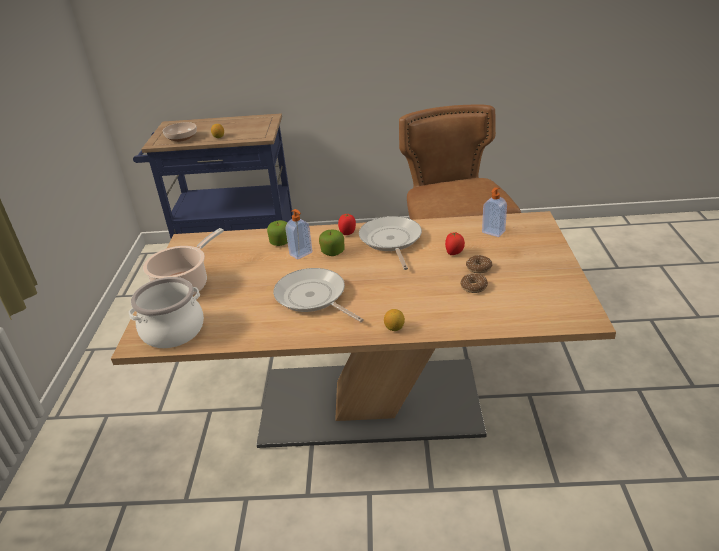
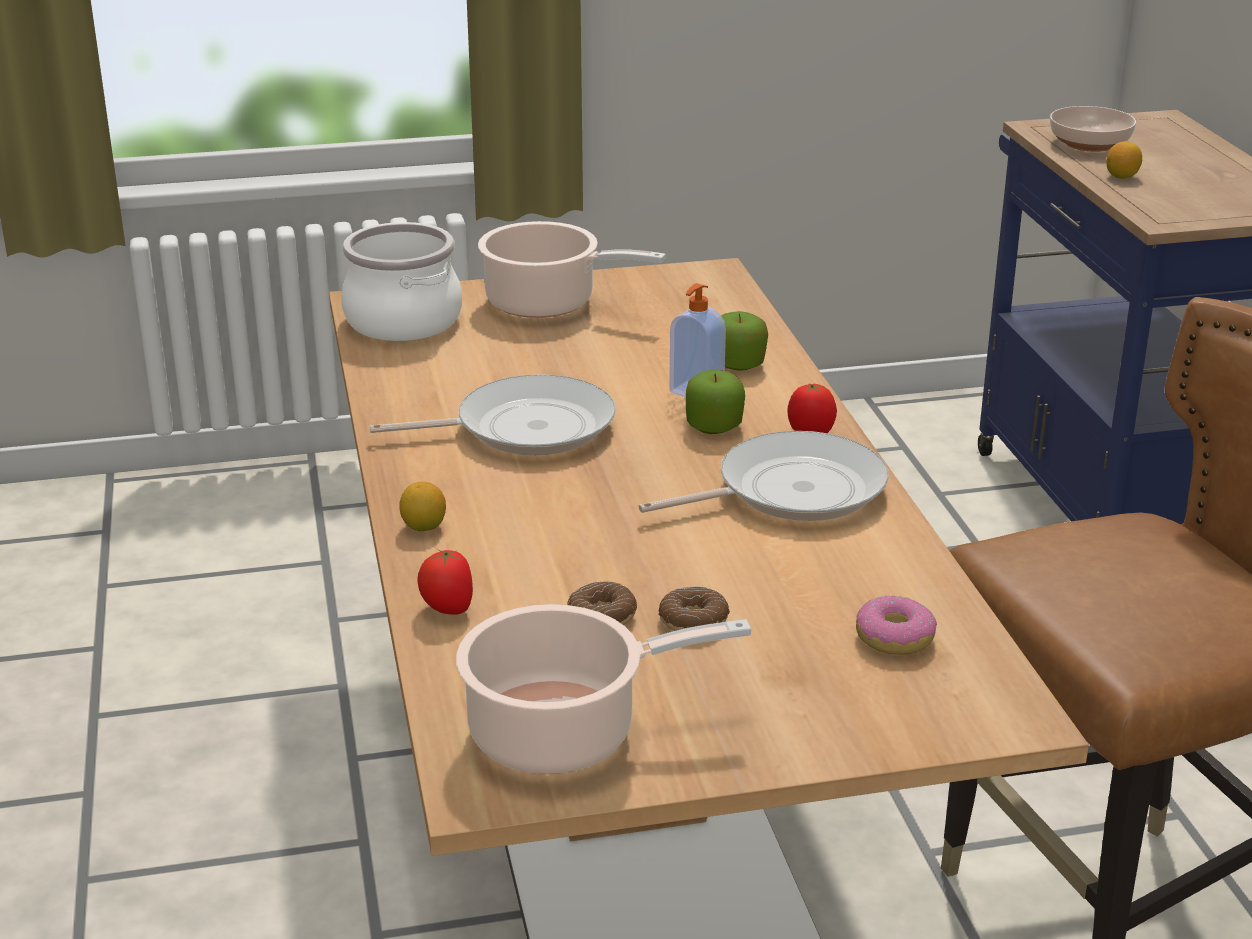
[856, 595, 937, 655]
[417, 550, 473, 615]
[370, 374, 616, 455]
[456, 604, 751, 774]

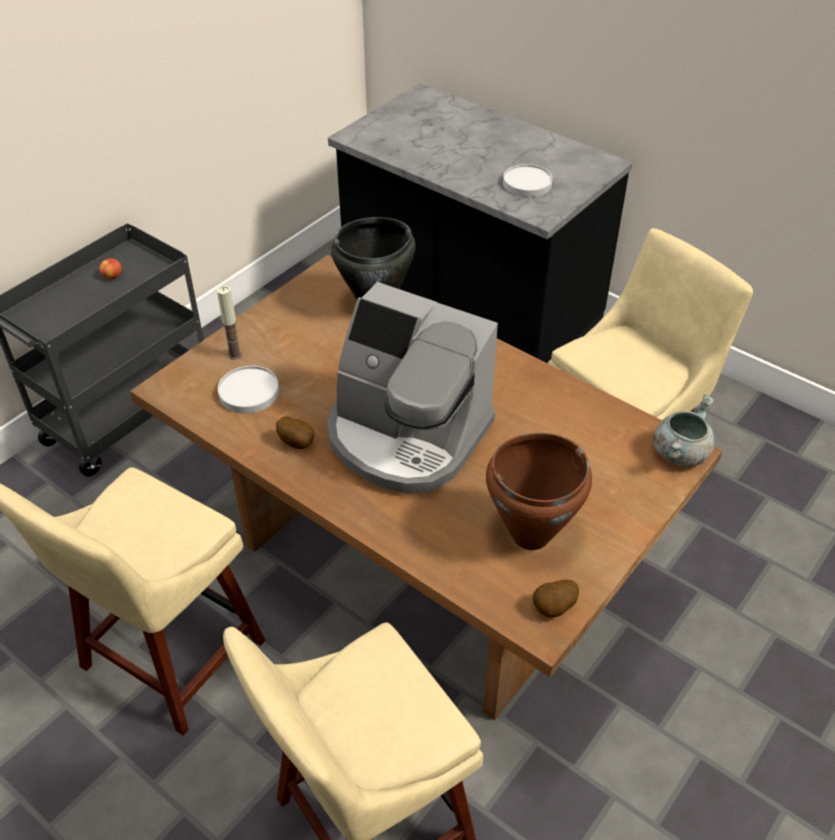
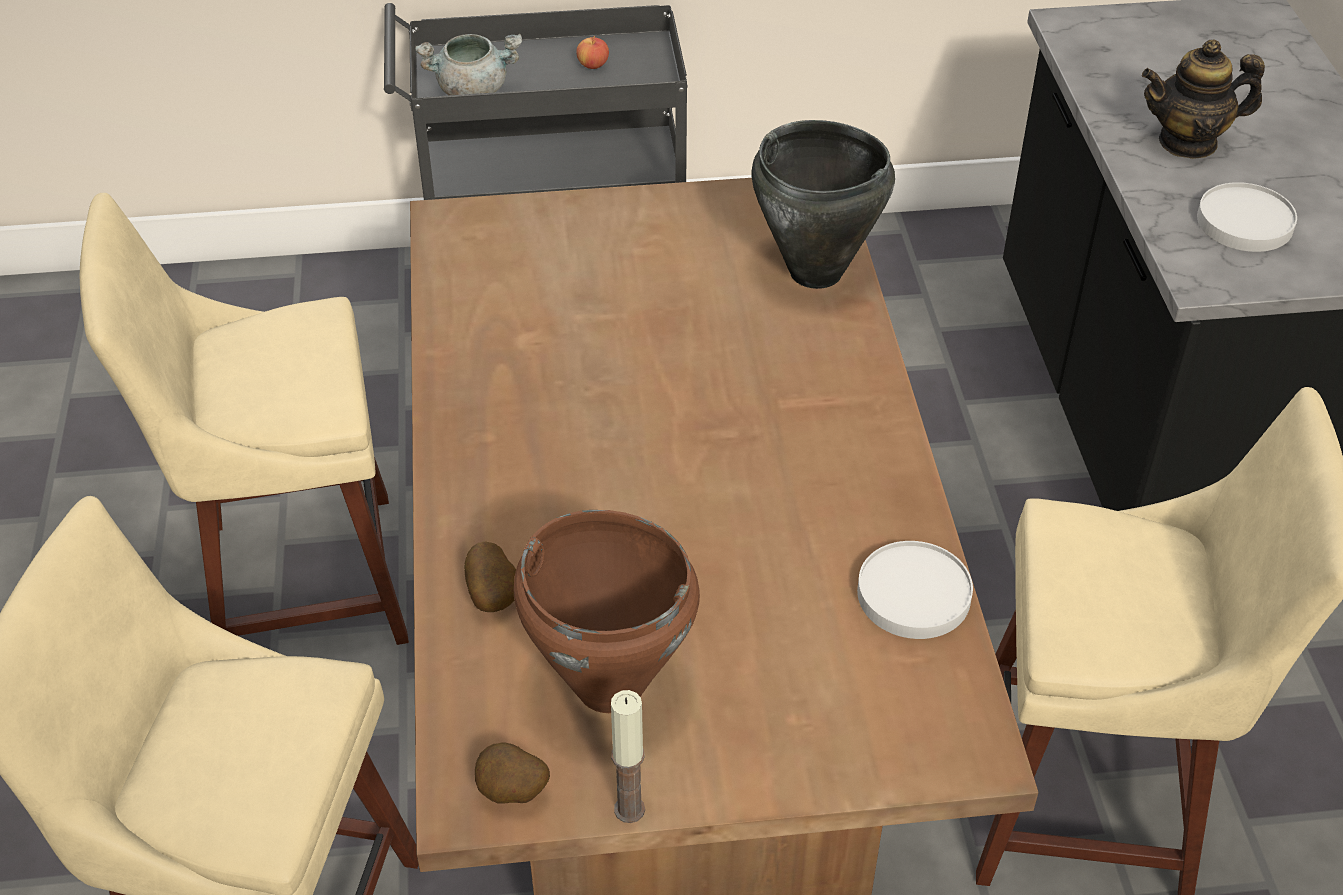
[327, 282, 498, 494] (first image)
[611, 690, 645, 823]
[857, 541, 973, 639]
[415, 34, 522, 95]
[464, 541, 516, 612]
[1142, 39, 1265, 159]

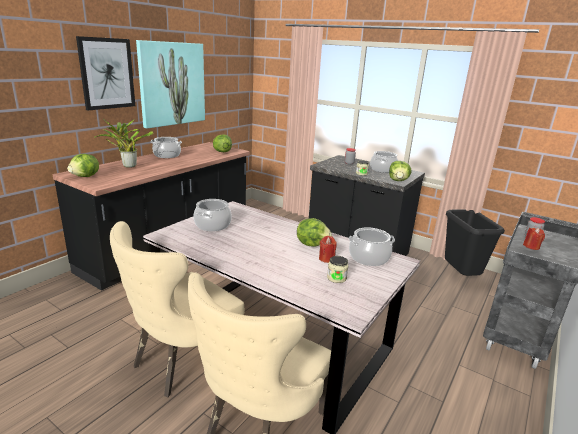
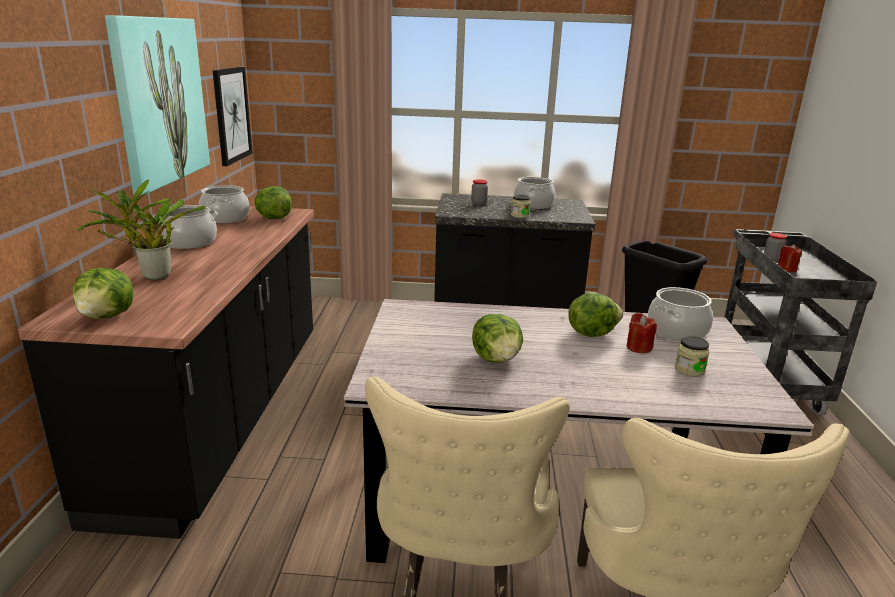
[213, 67, 253, 166]
[472, 314, 523, 362]
[199, 185, 249, 224]

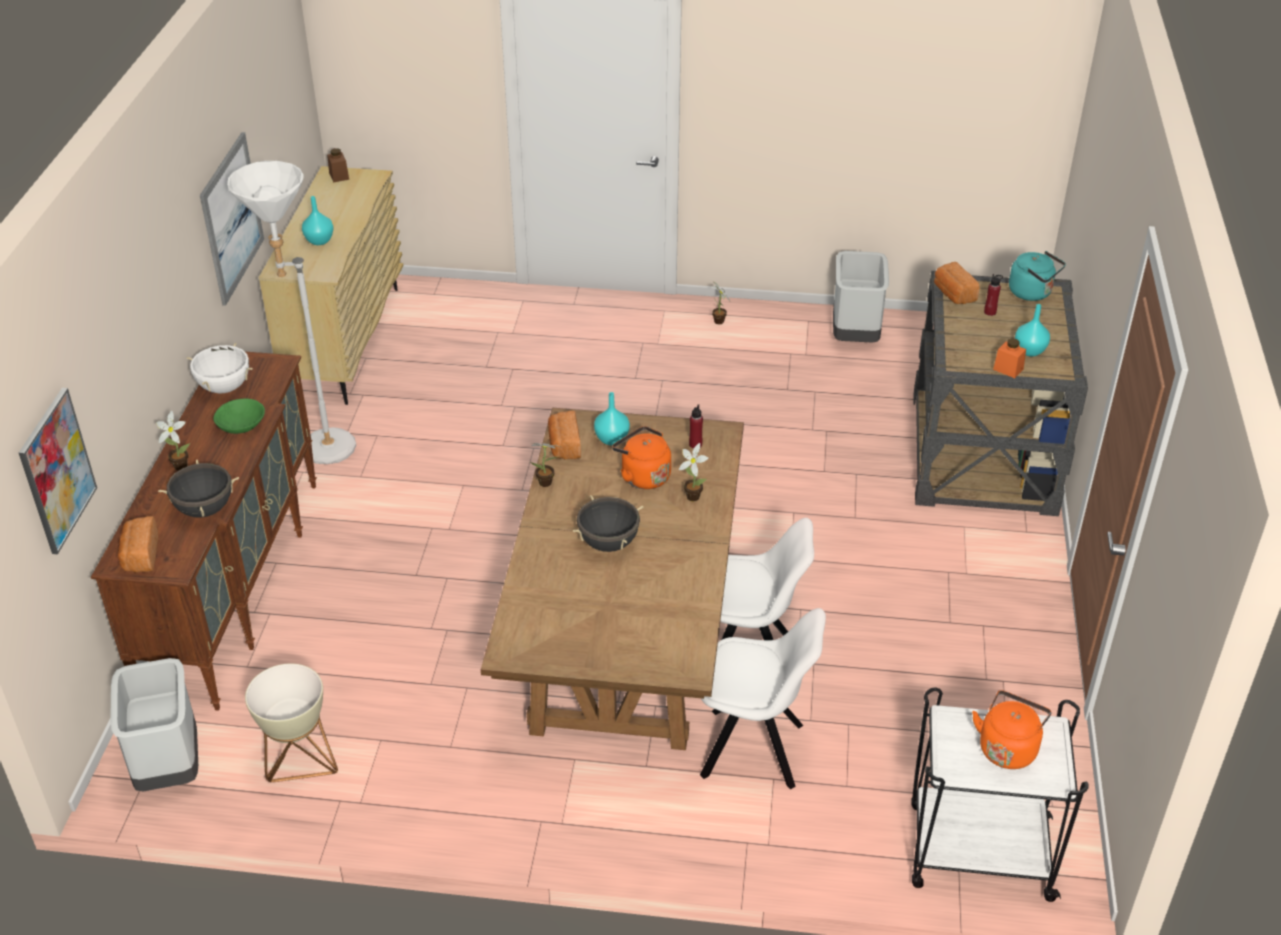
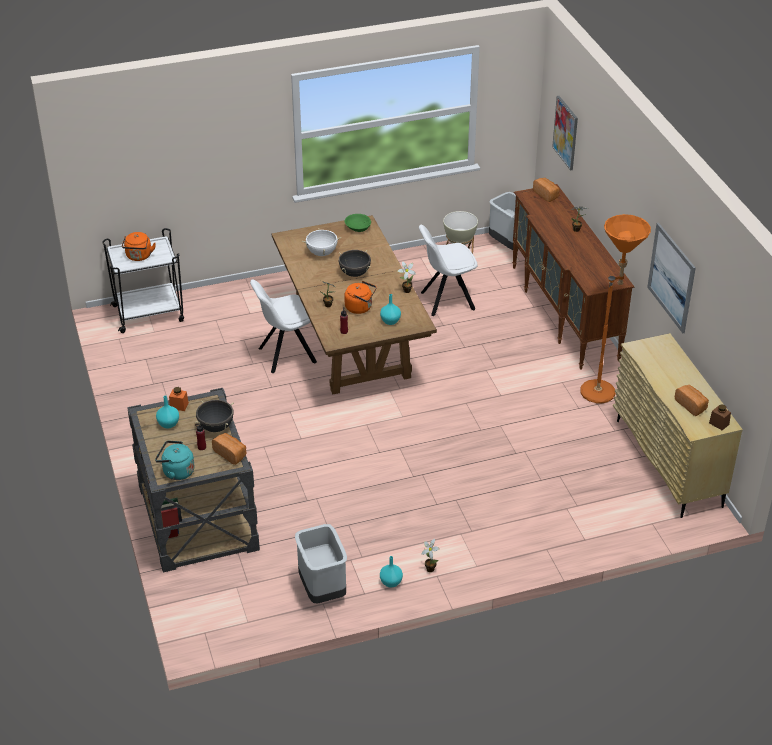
[580, 214, 651, 403]
[380, 556, 403, 587]
[302, 228, 341, 256]
[344, 214, 371, 232]
[675, 385, 709, 416]
[195, 400, 234, 432]
[419, 225, 478, 316]

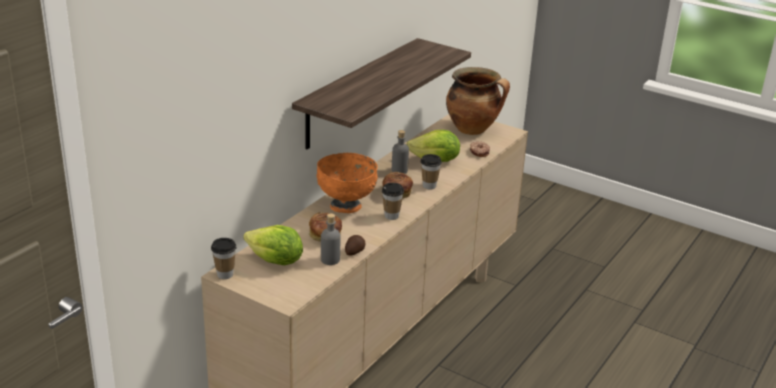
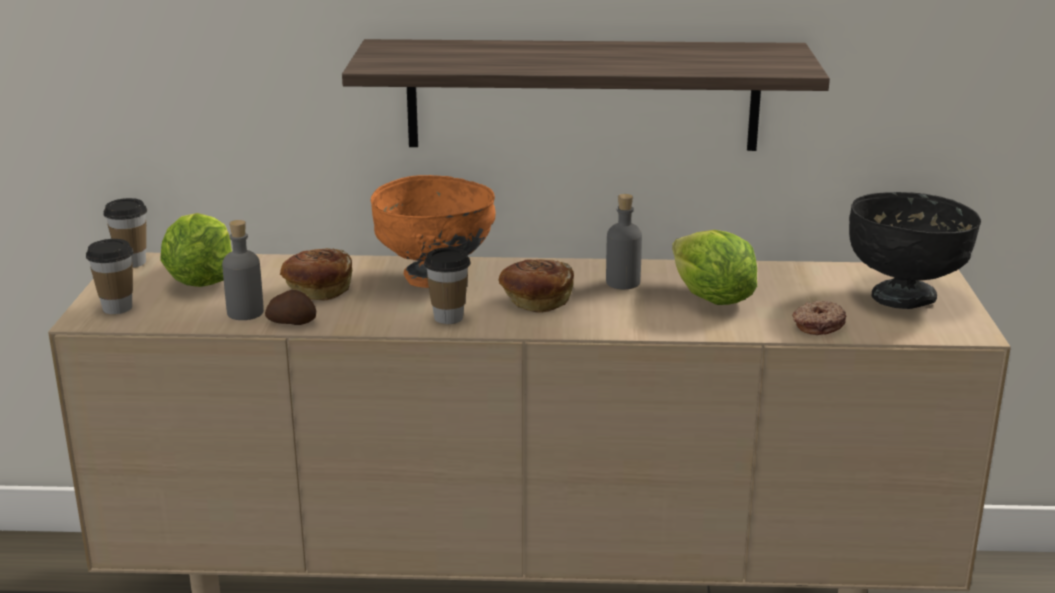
[849, 192, 981, 309]
[86, 239, 133, 314]

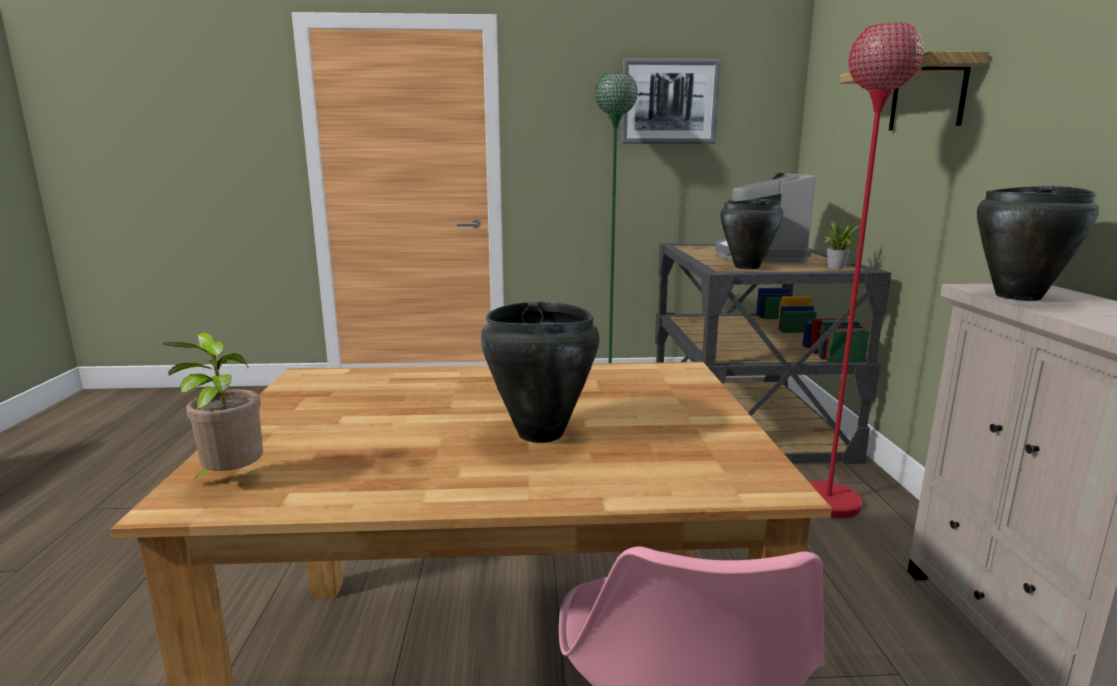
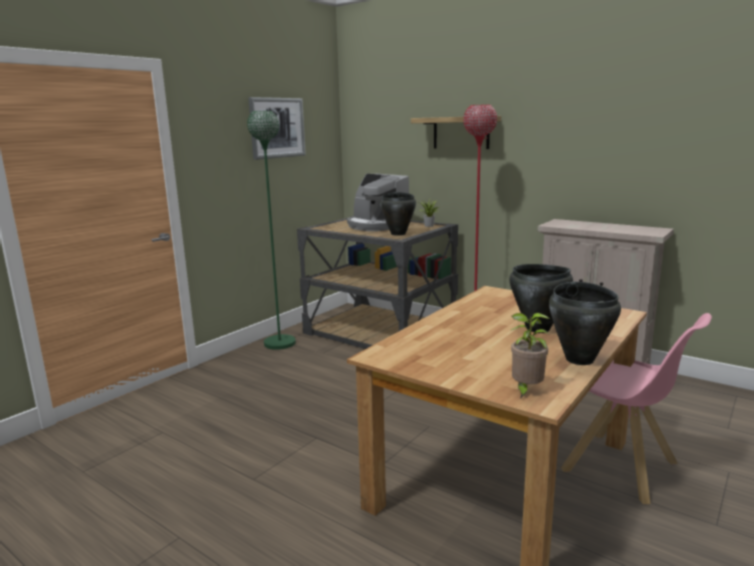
[549, 282, 621, 365]

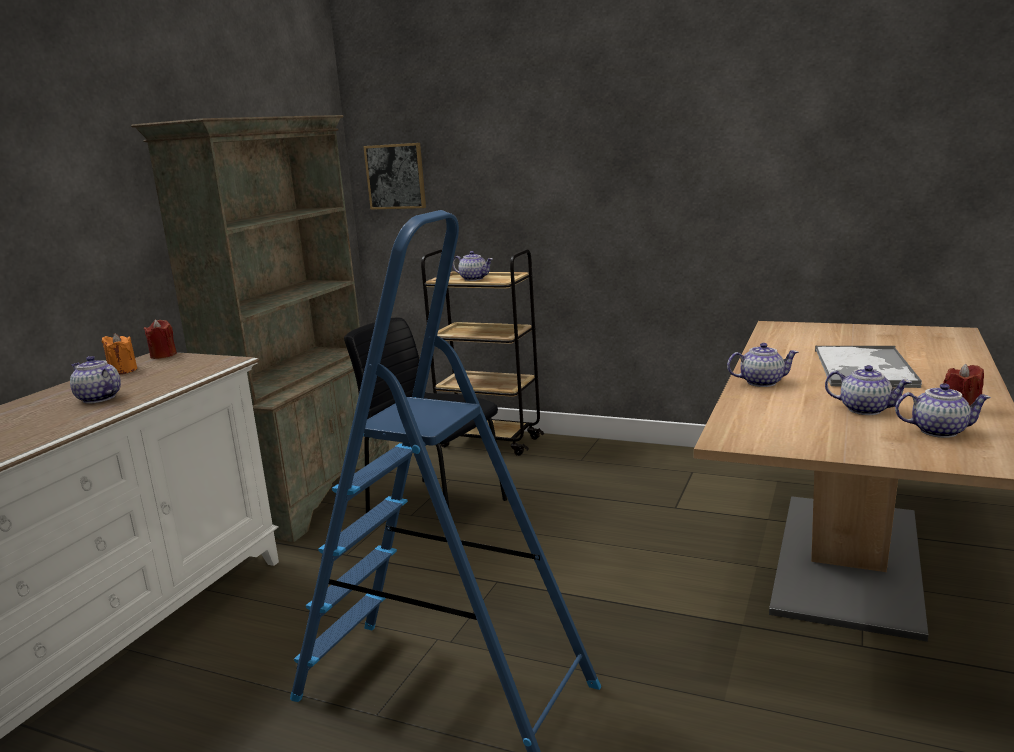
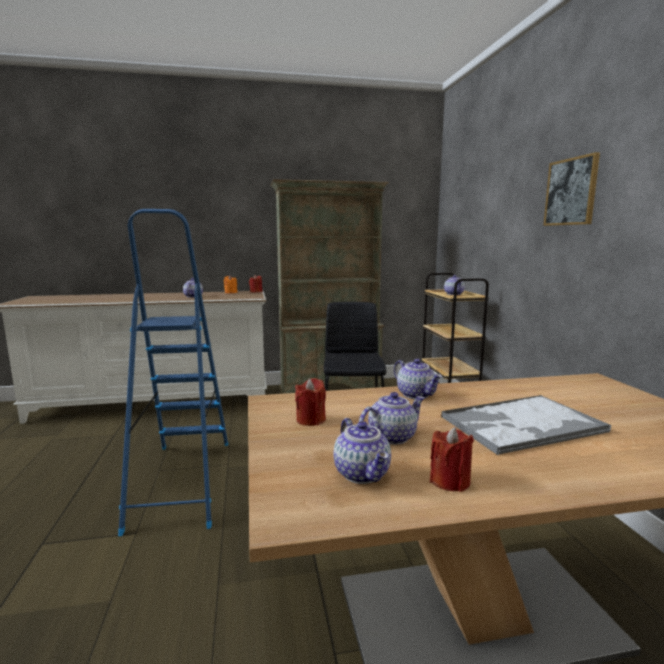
[543, 152, 600, 226]
[359, 392, 424, 445]
[295, 378, 326, 426]

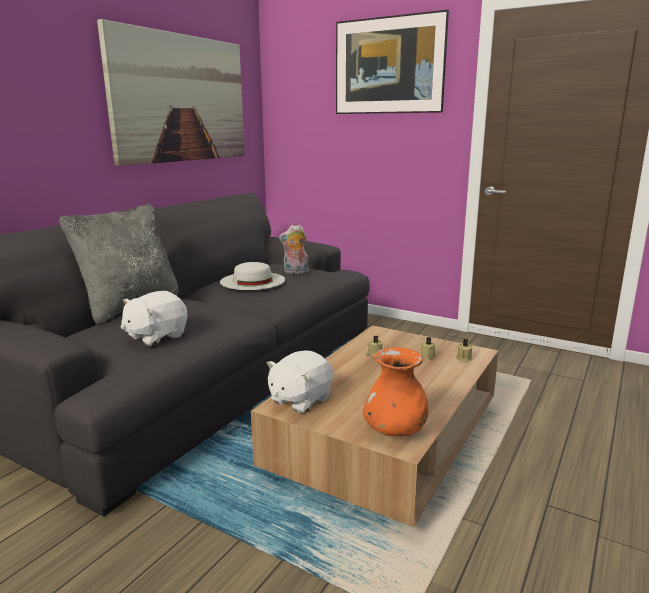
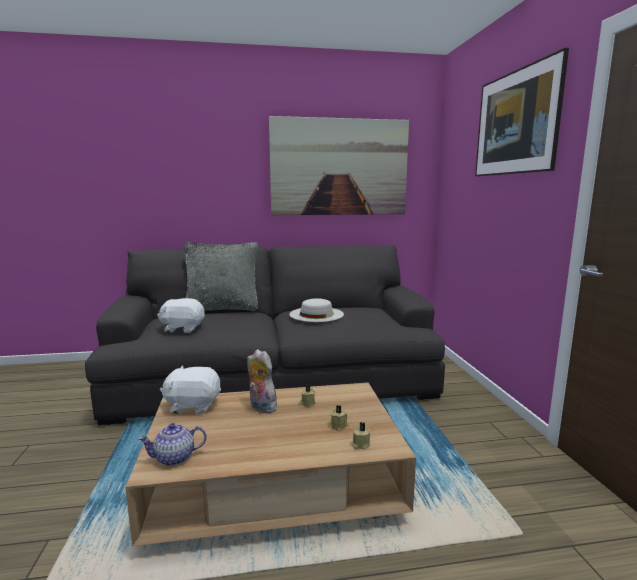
[247, 349, 277, 413]
[138, 423, 207, 466]

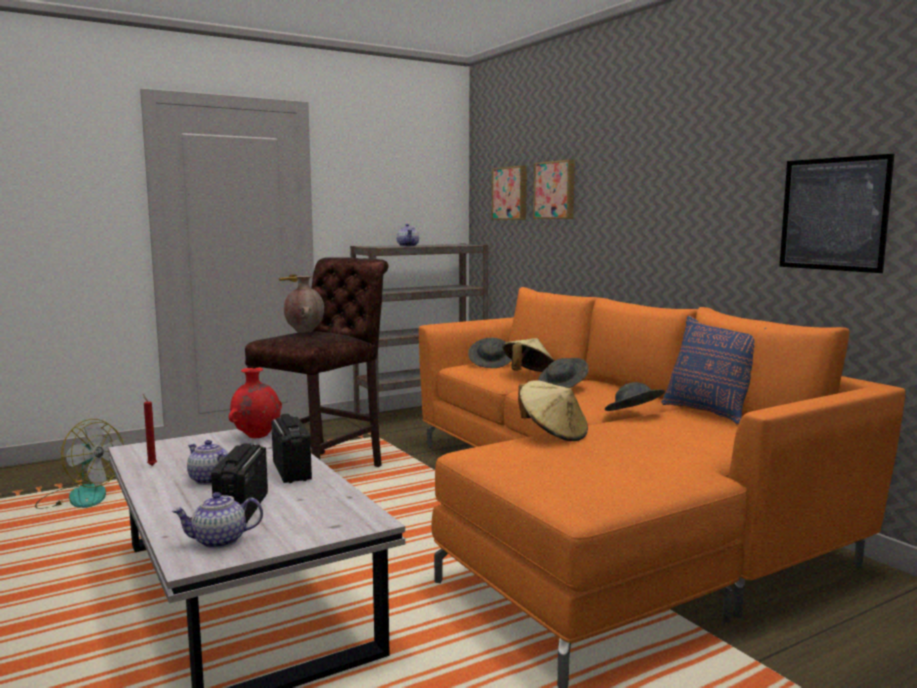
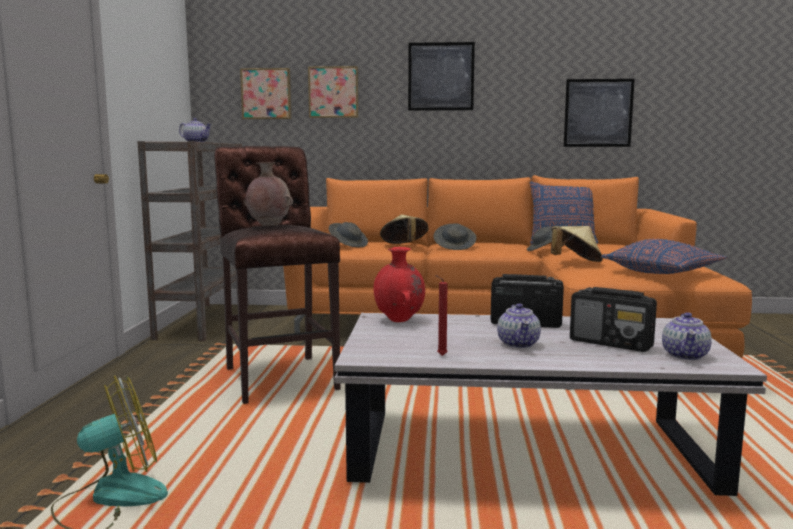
[497, 303, 541, 348]
[408, 42, 475, 111]
[601, 239, 727, 274]

